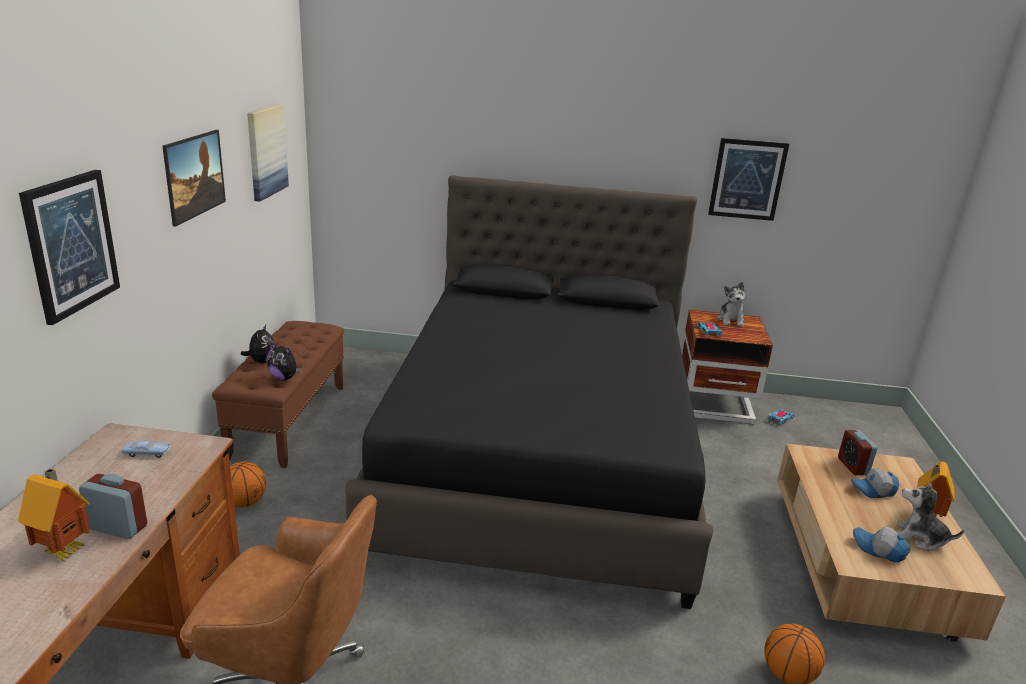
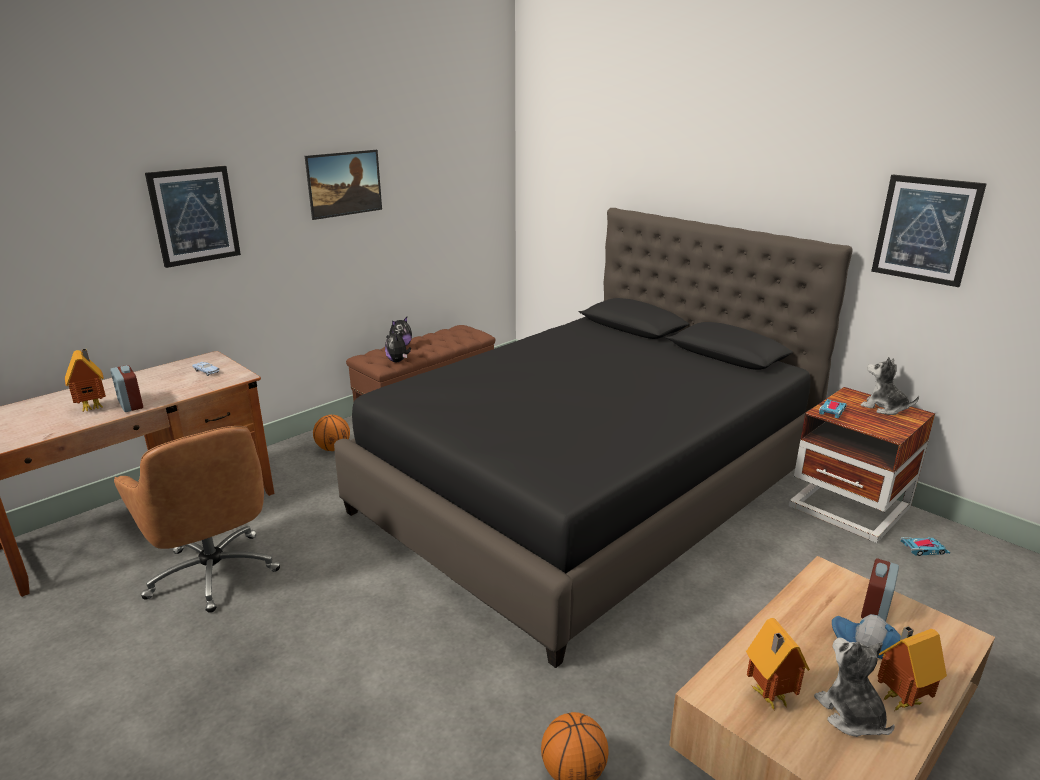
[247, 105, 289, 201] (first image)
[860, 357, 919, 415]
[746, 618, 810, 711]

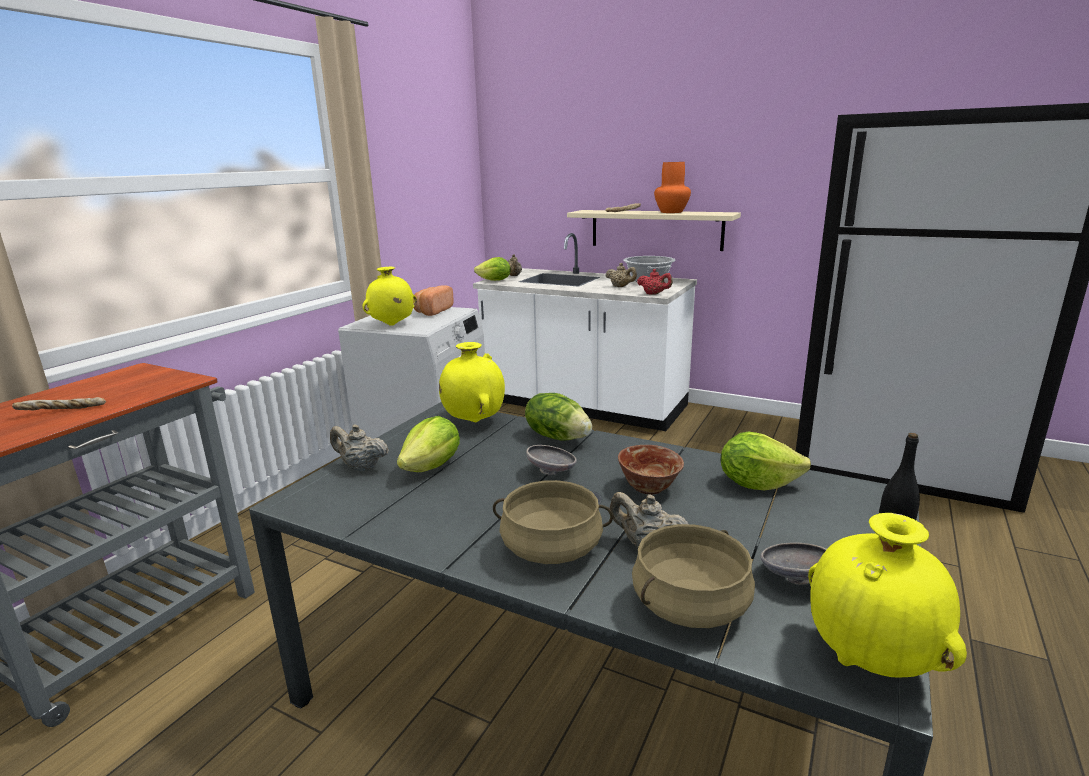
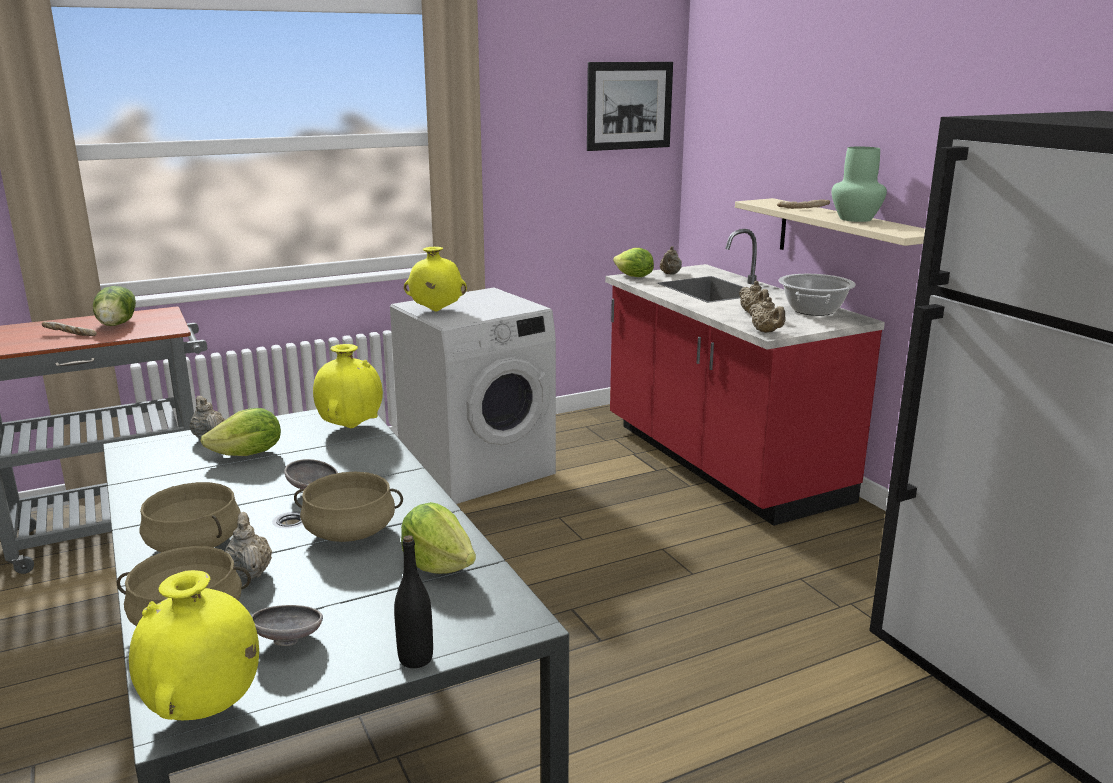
[832, 147, 887, 222]
[605, 229, 885, 526]
[749, 297, 785, 333]
[413, 285, 453, 316] (first image)
[93, 286, 136, 326]
[294, 472, 403, 542]
[587, 62, 673, 151]

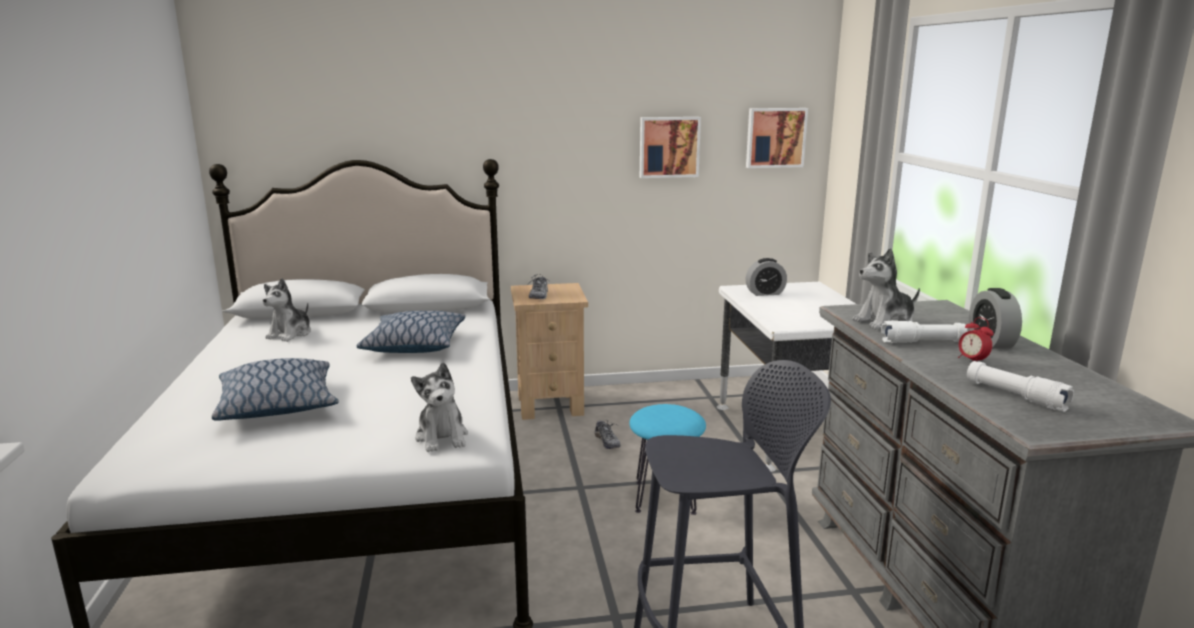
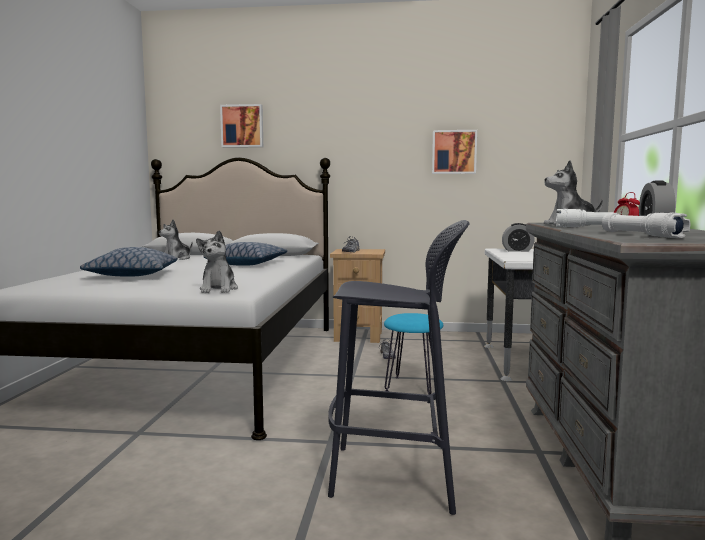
[220, 104, 263, 148]

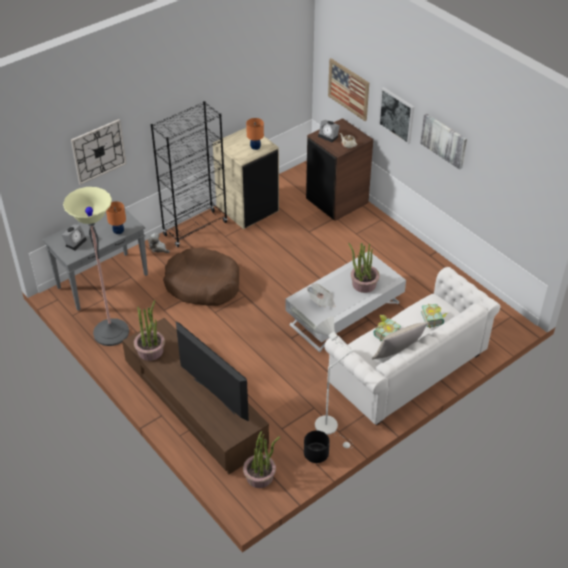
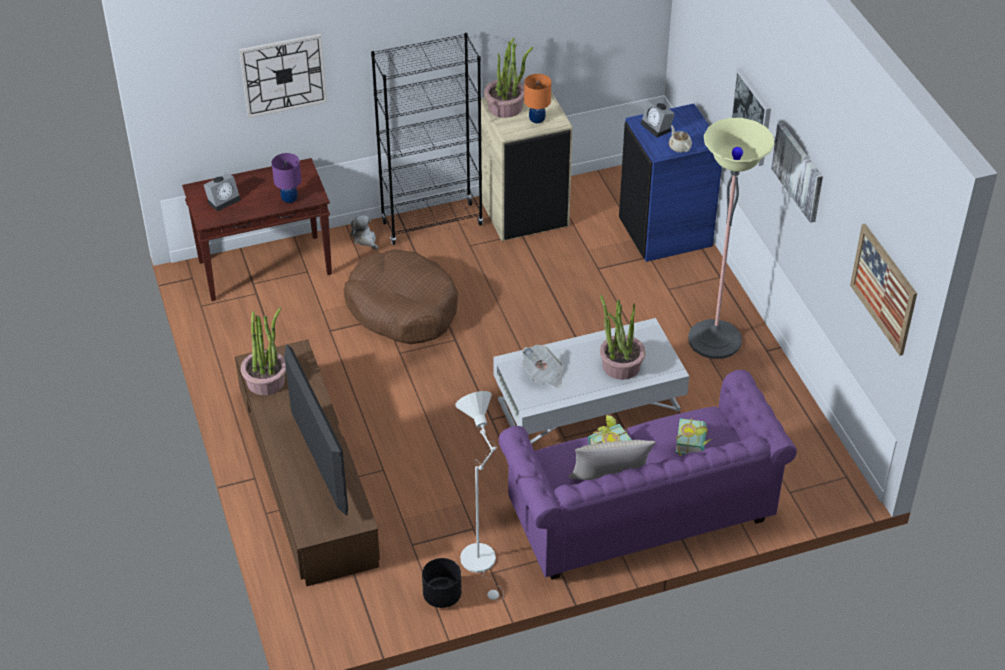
[850, 224, 917, 356]
[619, 104, 722, 262]
[688, 118, 775, 359]
[272, 153, 301, 203]
[182, 158, 332, 301]
[499, 370, 797, 580]
[484, 38, 533, 118]

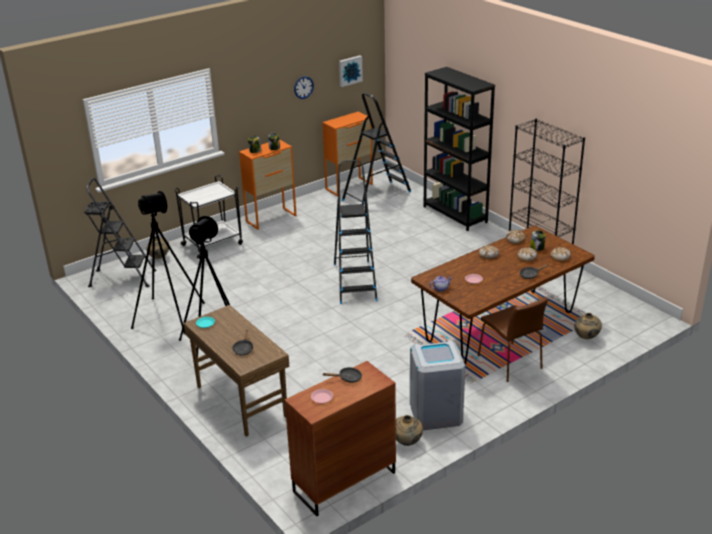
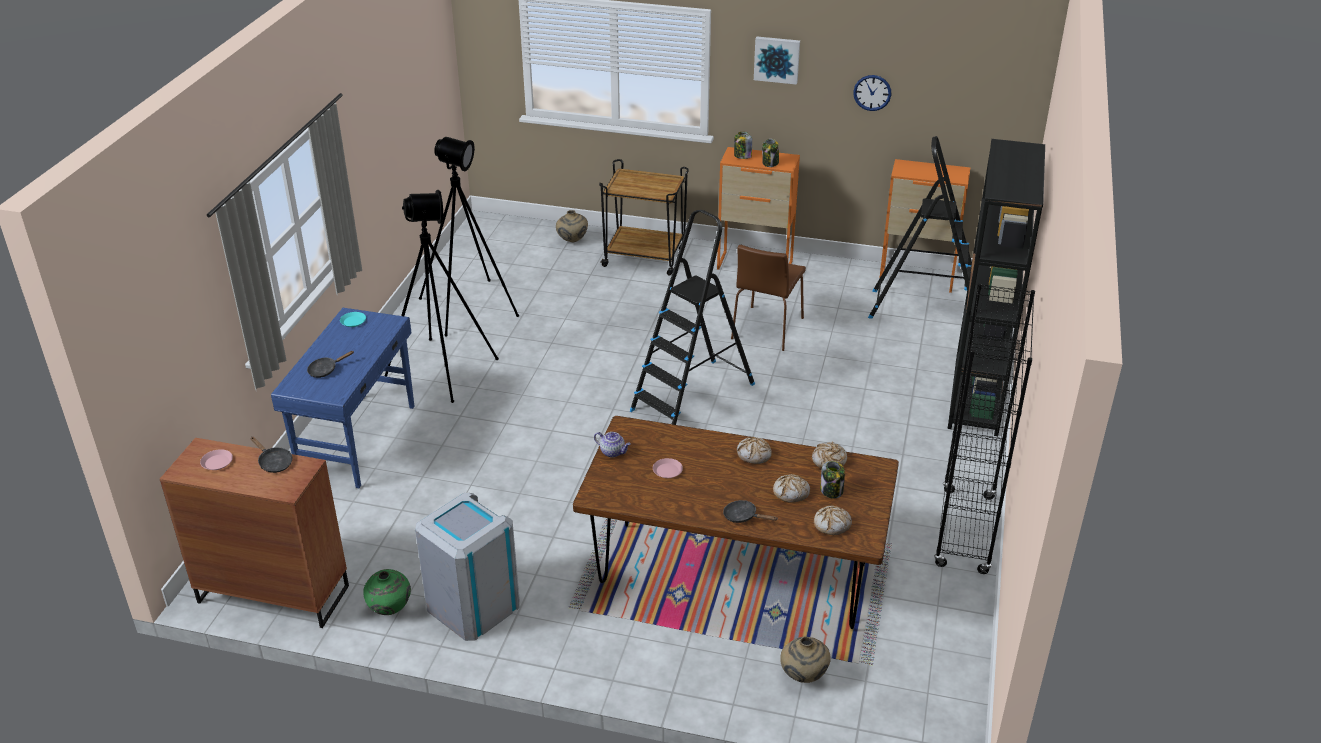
[754, 36, 800, 85]
[599, 159, 689, 275]
[84, 178, 157, 287] (first image)
[731, 245, 806, 351]
[271, 308, 415, 488]
[363, 569, 411, 615]

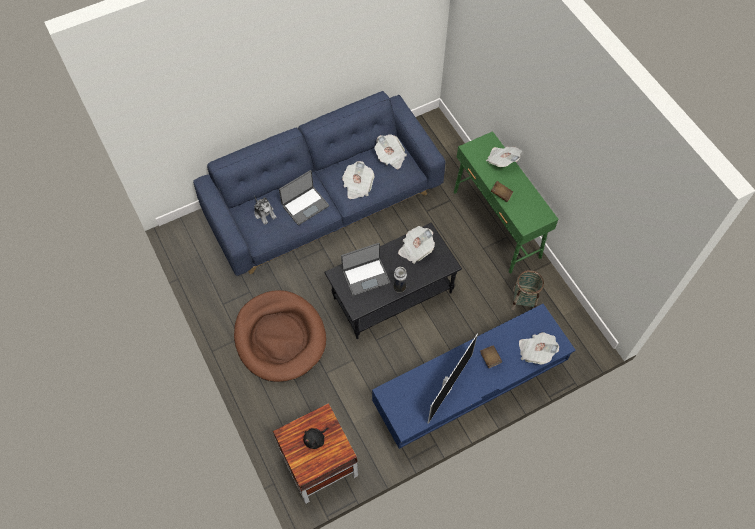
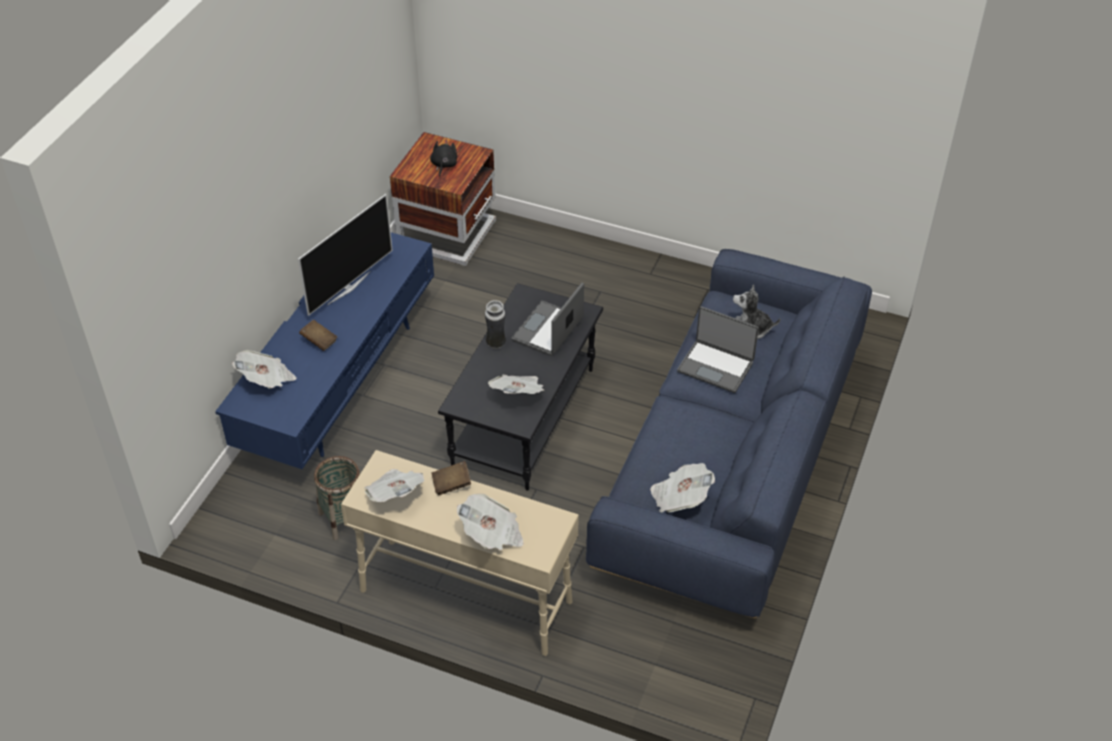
[341, 450, 579, 656]
[365, 469, 425, 502]
[677, 306, 759, 393]
[234, 290, 326, 382] (first image)
[298, 194, 393, 316]

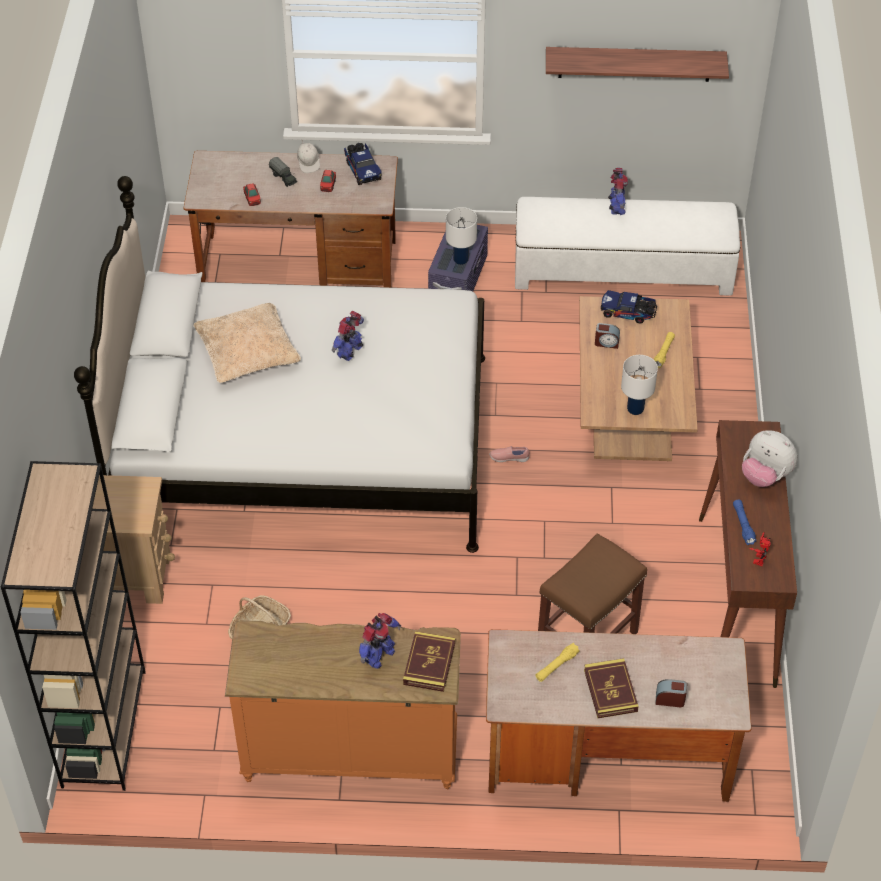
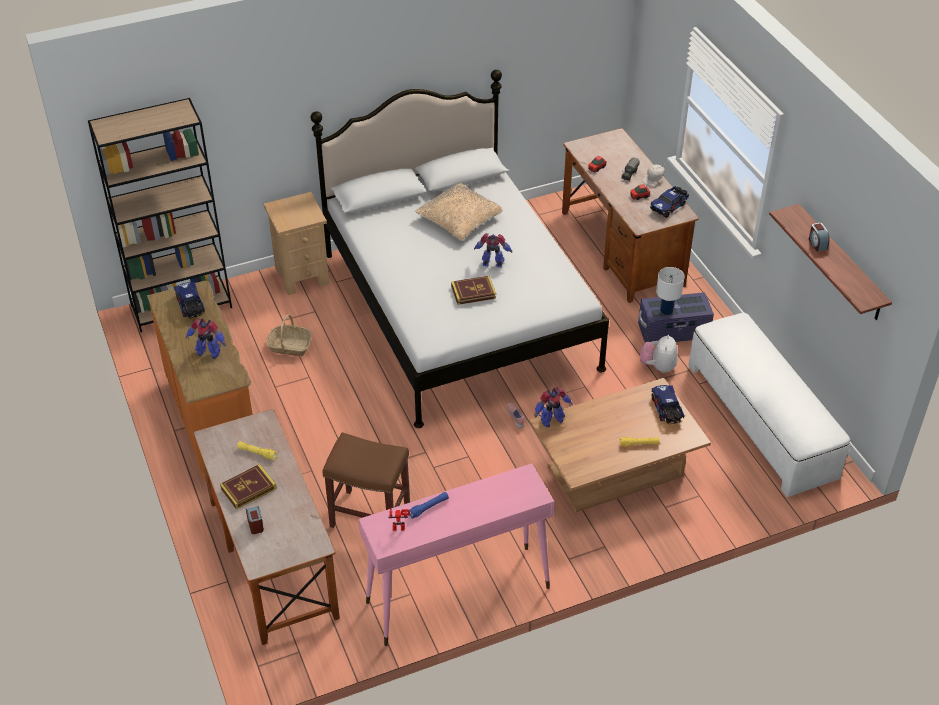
[534, 387, 573, 427]
[809, 223, 830, 251]
[621, 355, 658, 415] (first image)
[359, 463, 555, 646]
[640, 335, 678, 373]
[451, 276, 496, 305]
[174, 282, 205, 319]

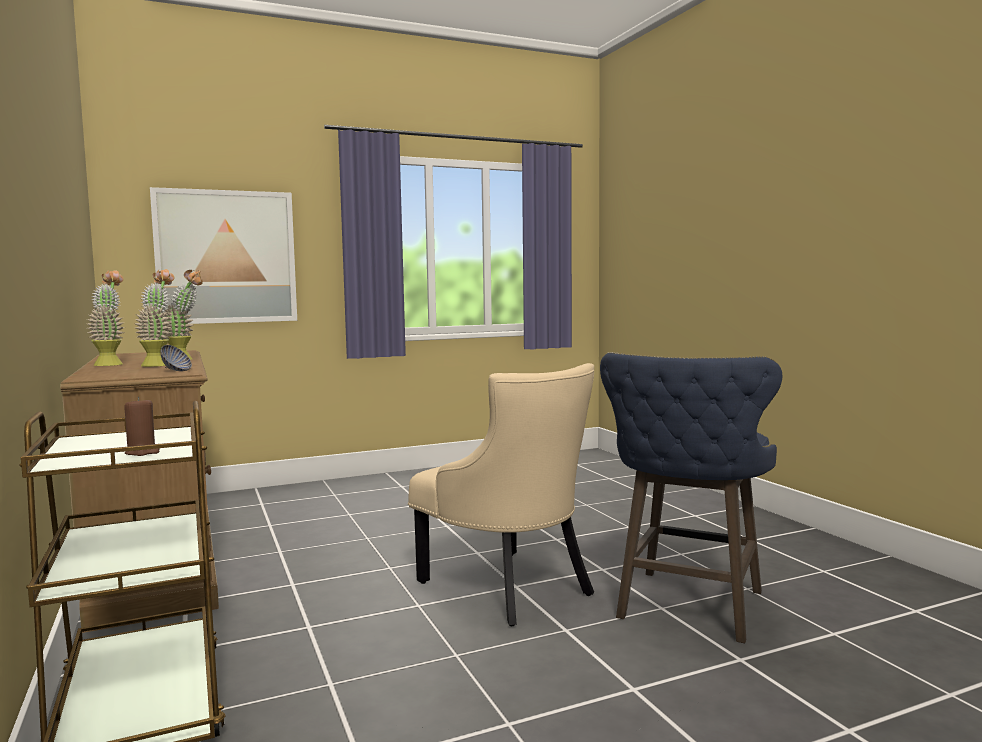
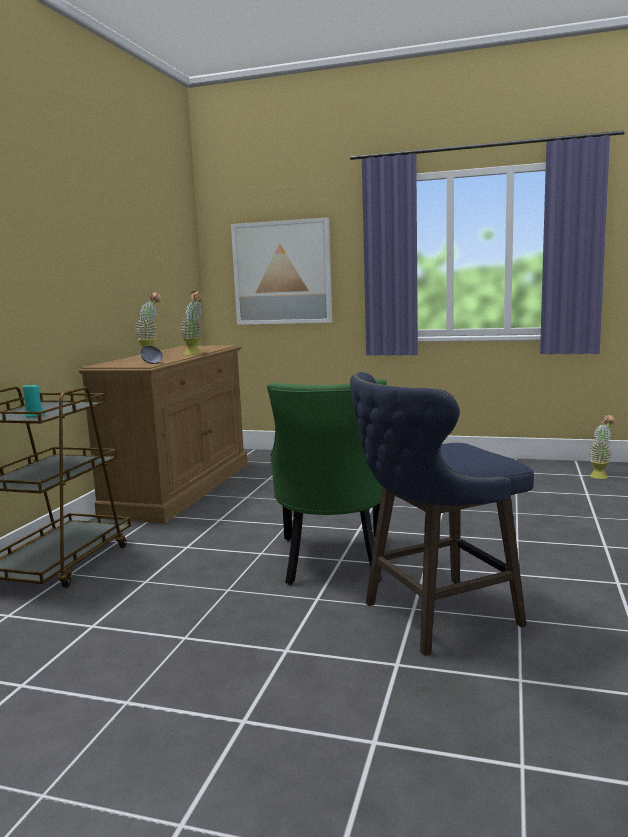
[589, 415, 616, 479]
[267, 379, 387, 585]
[23, 383, 45, 417]

